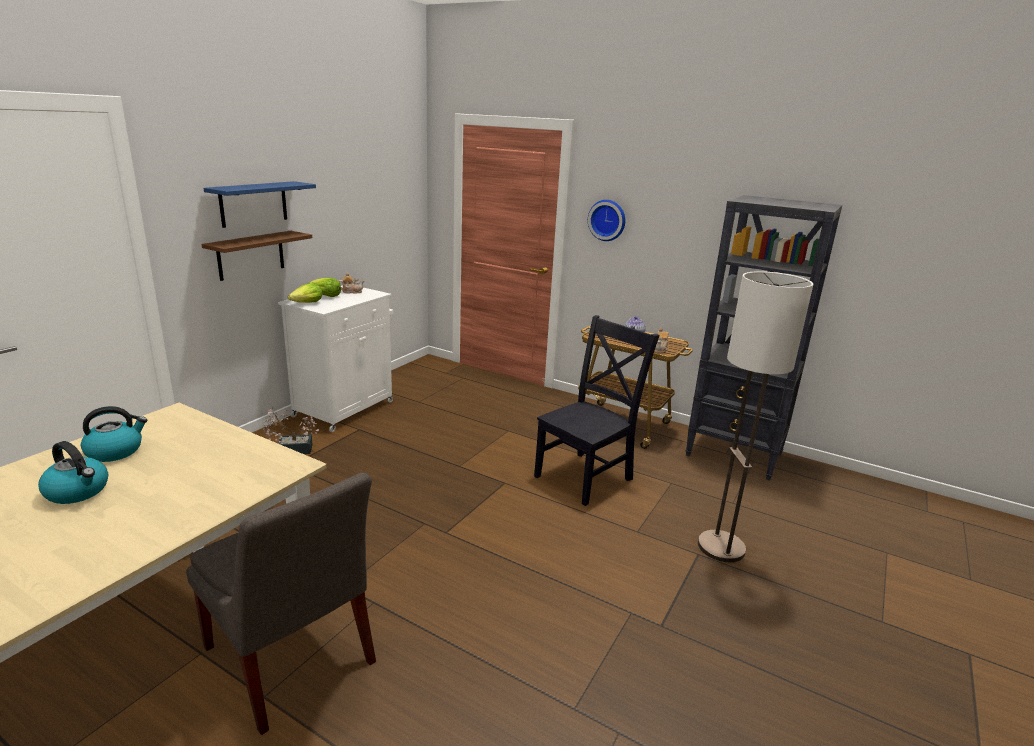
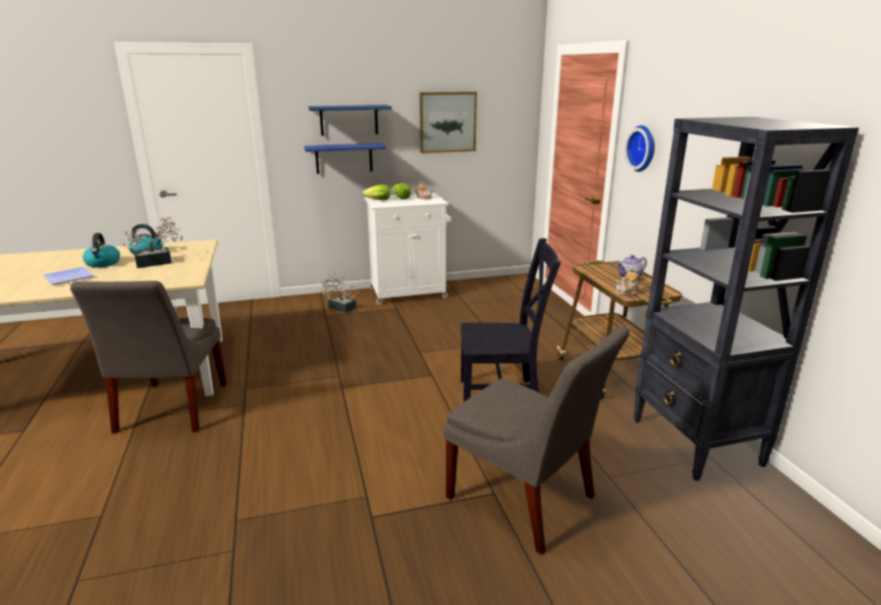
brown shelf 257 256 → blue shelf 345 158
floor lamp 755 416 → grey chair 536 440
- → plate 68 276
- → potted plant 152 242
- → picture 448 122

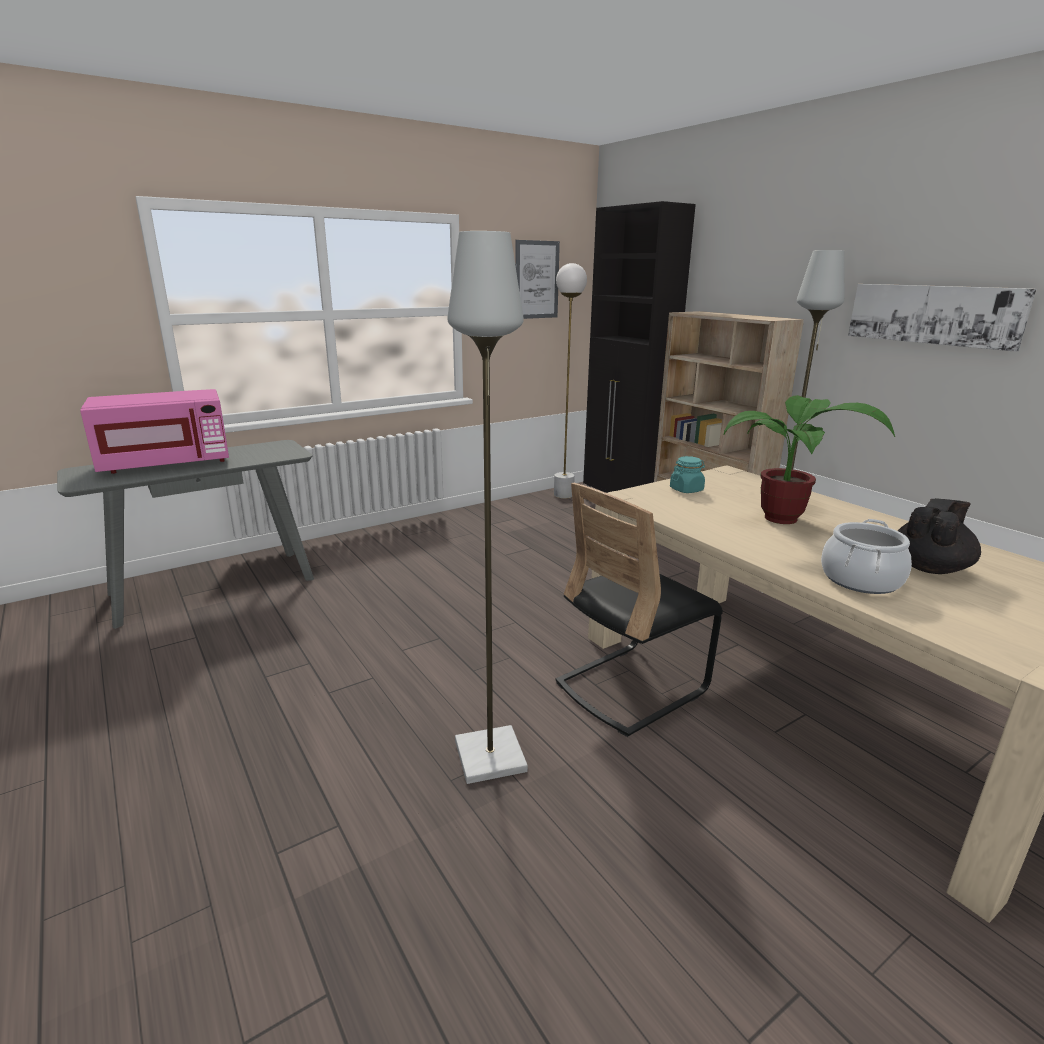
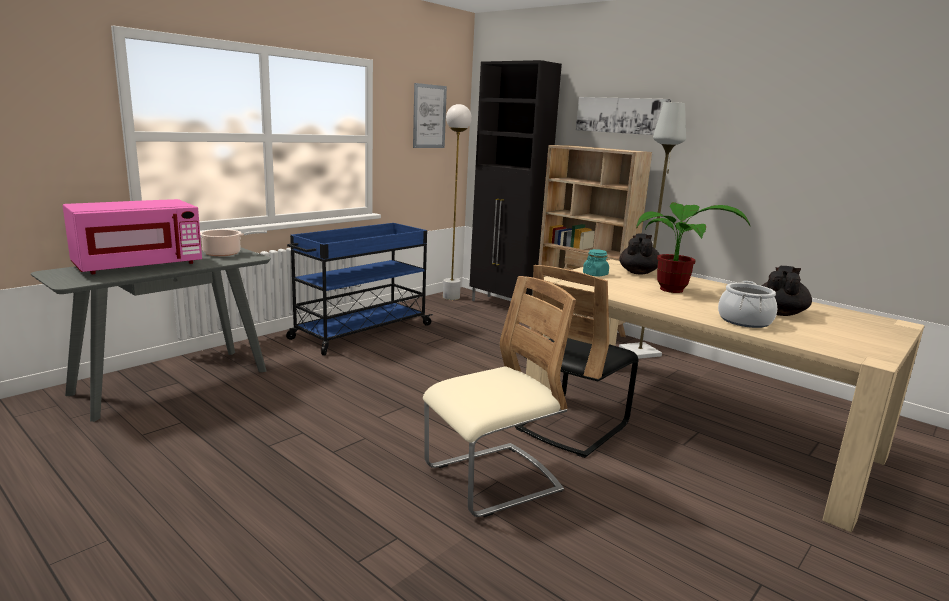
grey floor lamp 488 507 → beige chair 499 396
picture 942 318 → picture 624 116, relocated
- → cooking pot 233 242
- → blue cart 359 289
- → black teapot 639 254

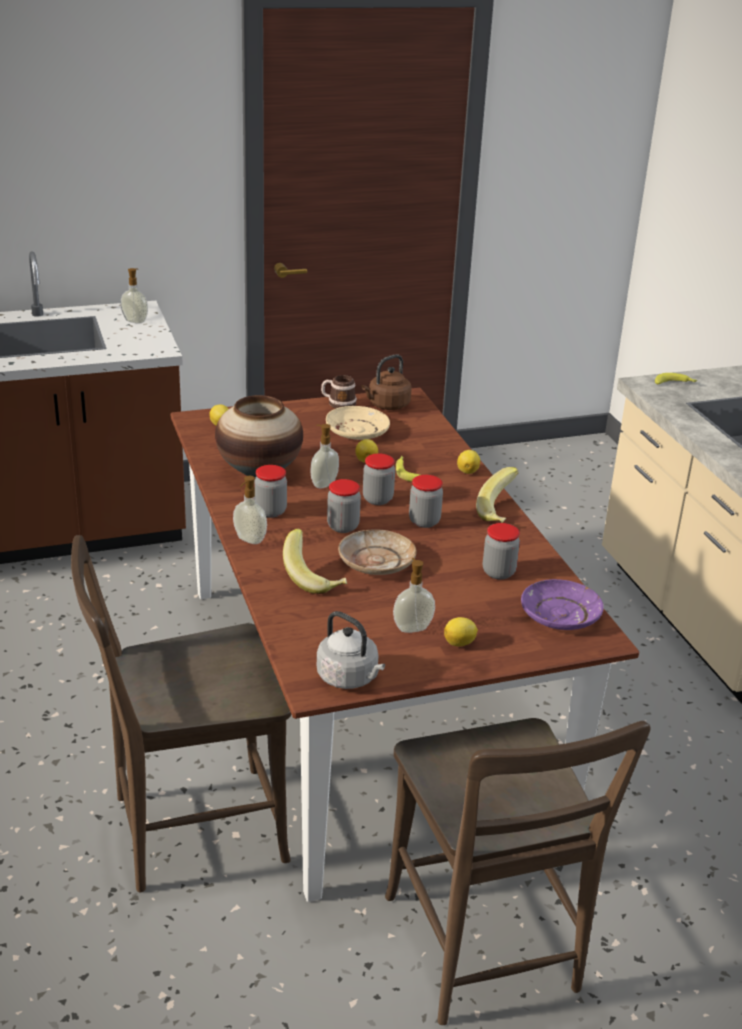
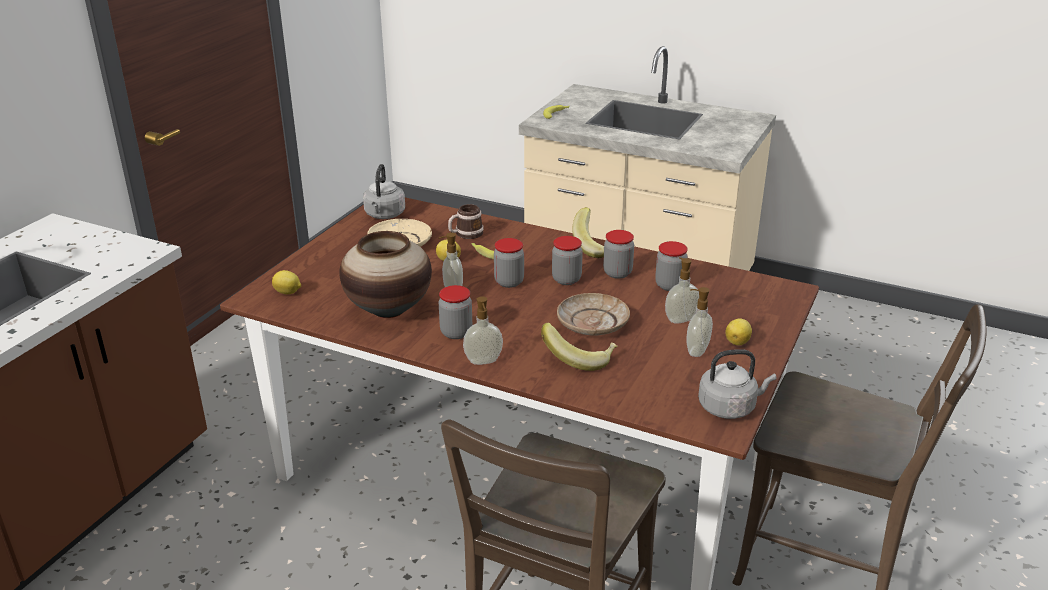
soap dispenser 134 295 → soap dispenser 682 290, relocated
mug 339 391 → mug 466 221, relocated
jar 344 506 → jar 618 254, relocated
brown kettle 386 382 → grey kettle 384 191
lemon 468 462 → -
purple plate 562 604 → -

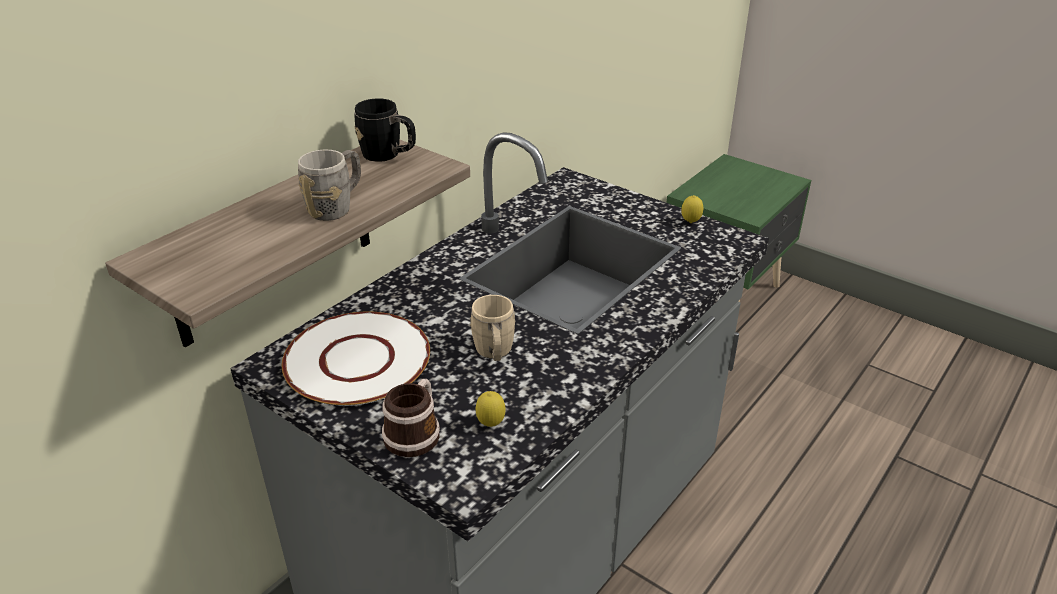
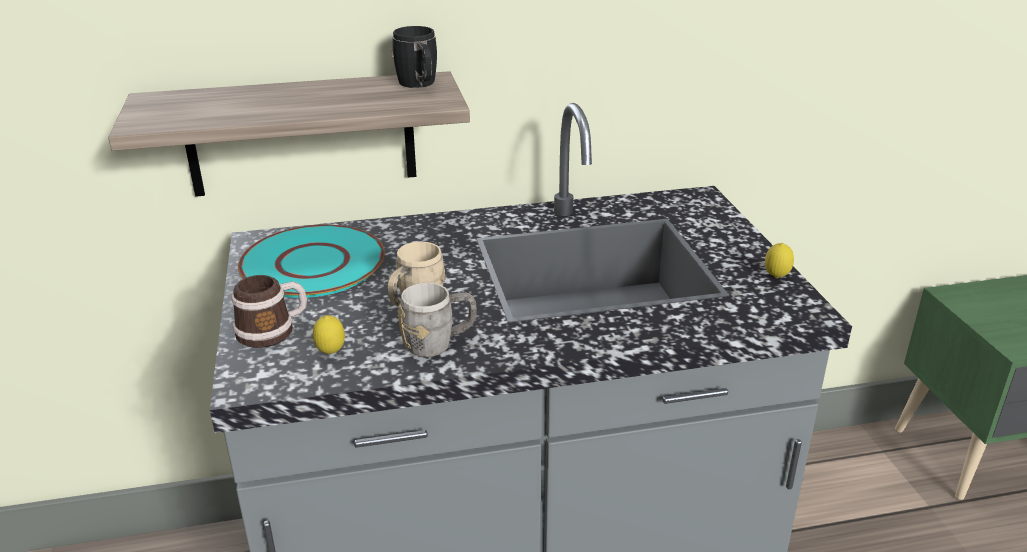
white plate 356 359 → turquoise plate 311 261
grey mug 329 185 → grey mug 437 320, relocated

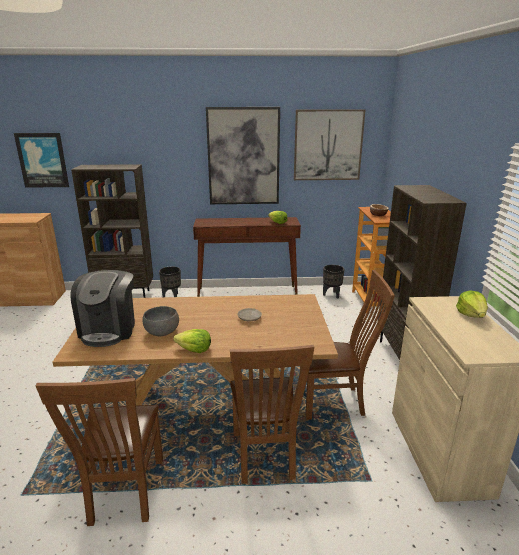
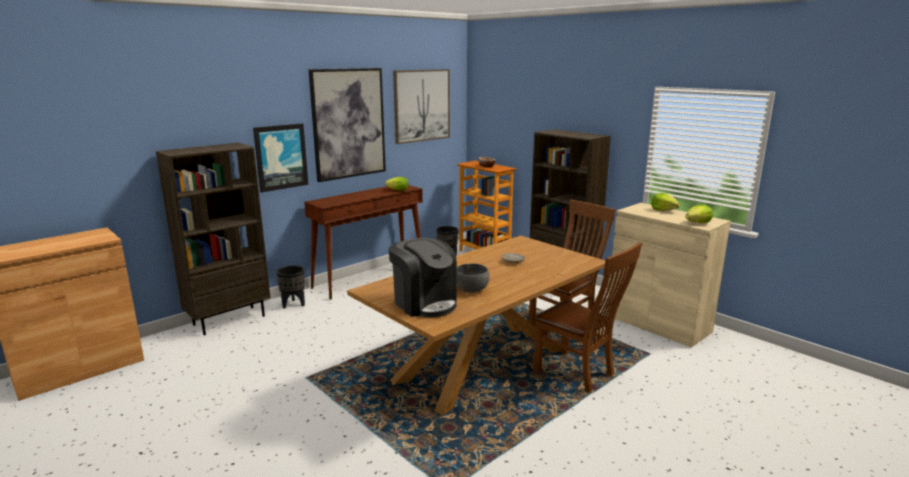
picture 41 160 → picture 280 157, relocated
brown chair 99 452 → -
lettuce 192 341 → lettuce 699 214, relocated

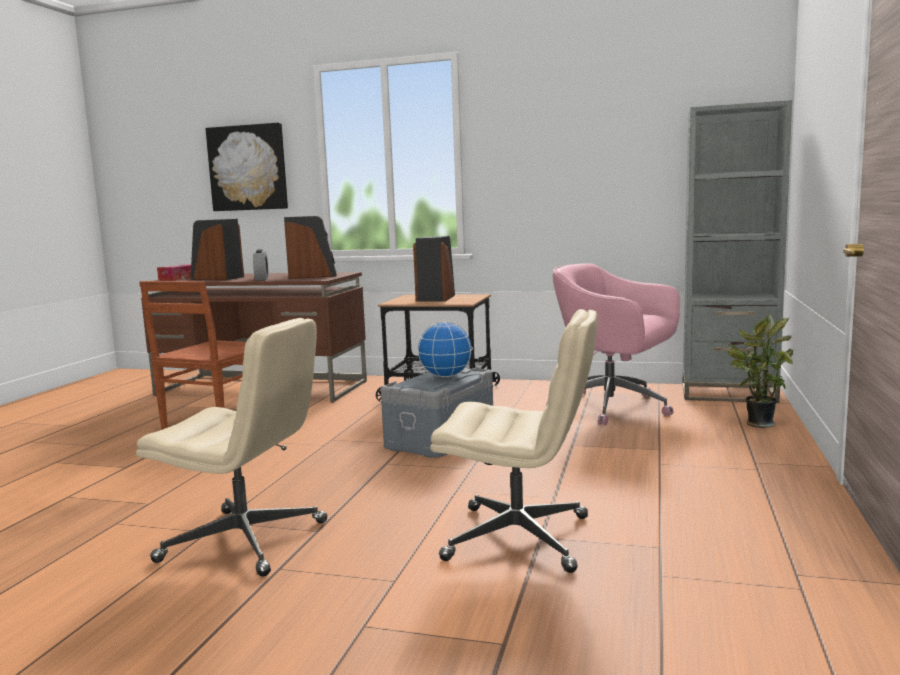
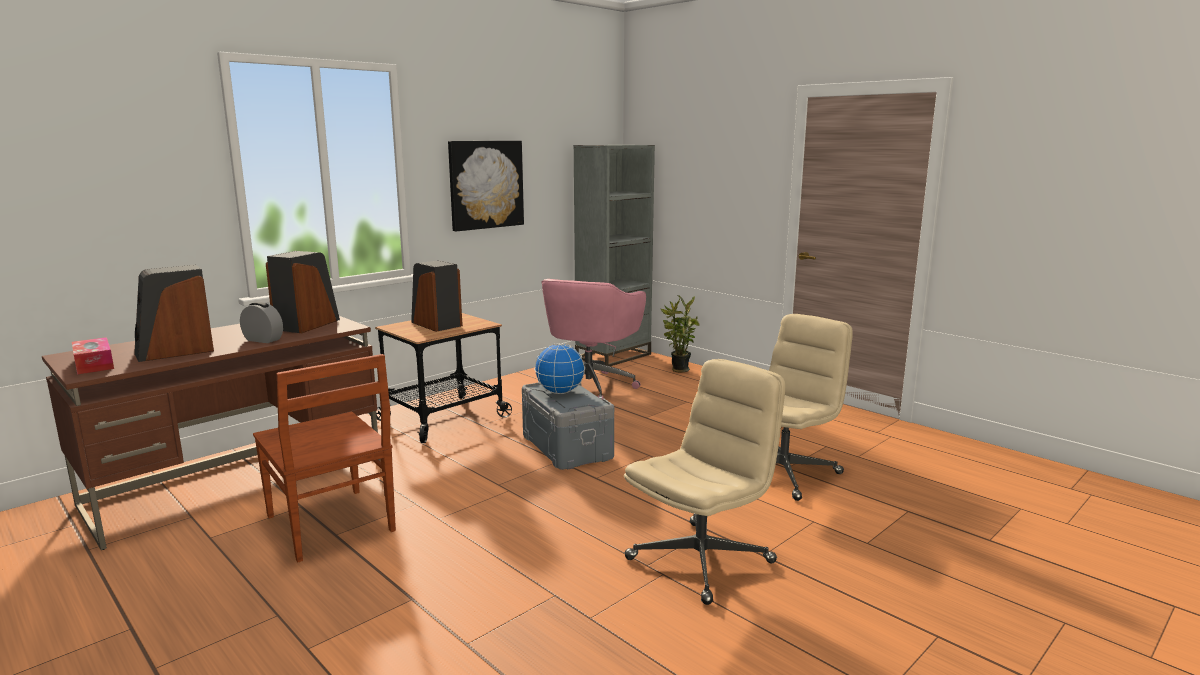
picture 247 167 → picture 486 186, relocated
pink office chair 613 344 → pink office chair 593 339, 45 degrees counterclockwise

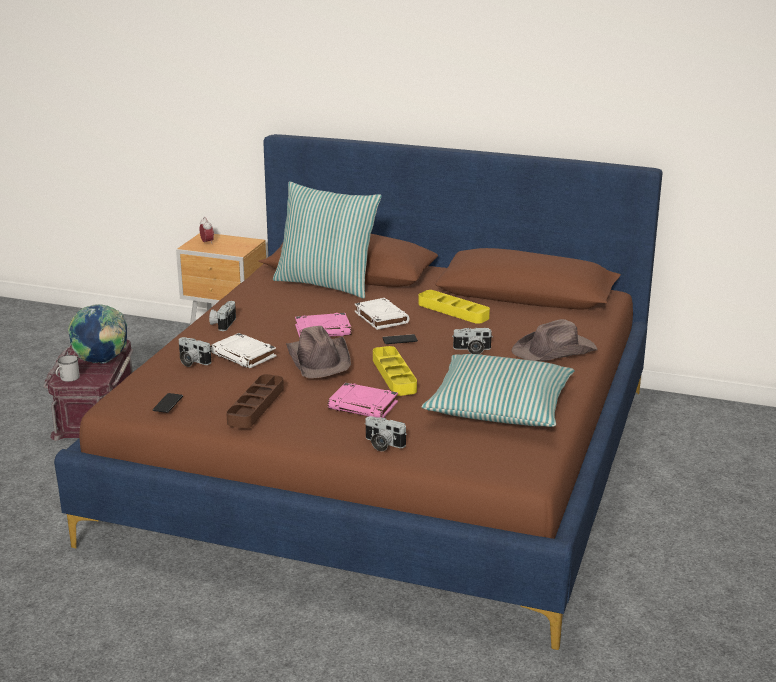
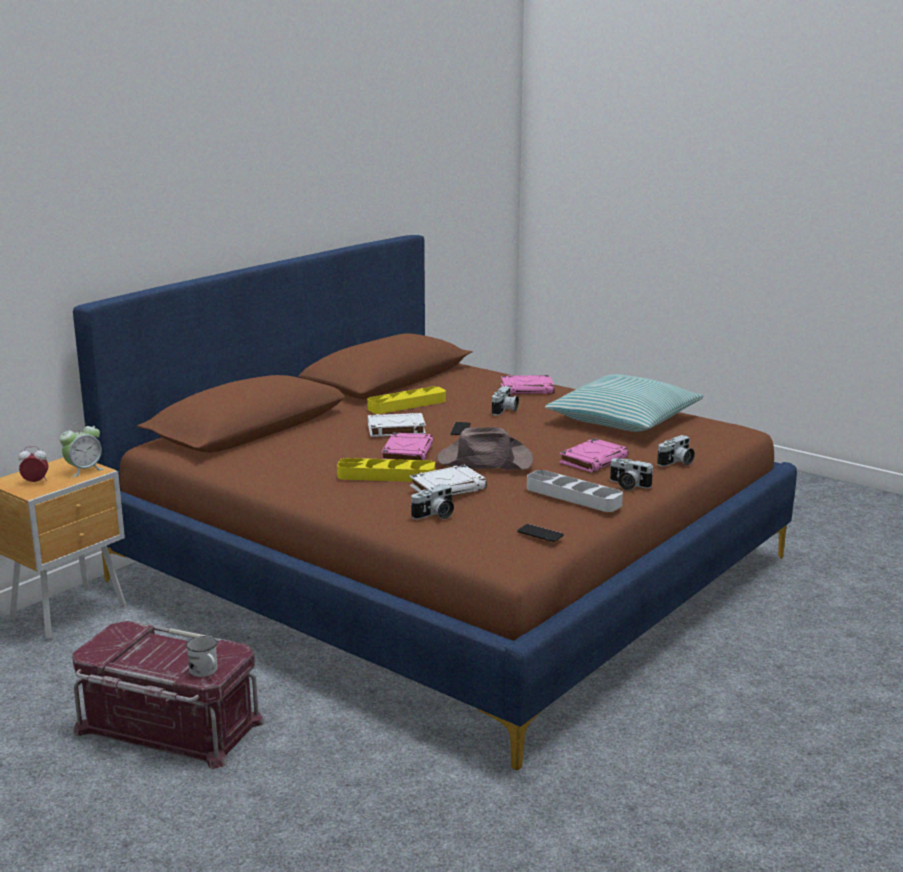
globe 97 334 → -
photo camera 222 316 → photo camera 632 474, relocated
brown tray 255 401 → grey tray 575 491
pillow 327 240 → -
yellow tray 395 371 → yellow tray 386 470, relocated
brown hat 554 340 → pink book 528 385
- → alarm clock 81 449

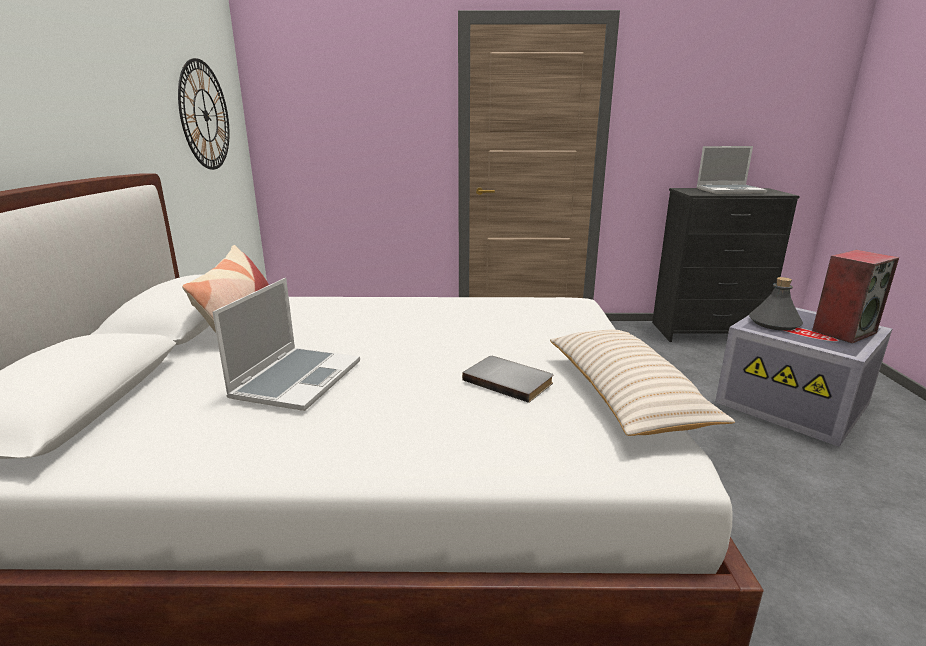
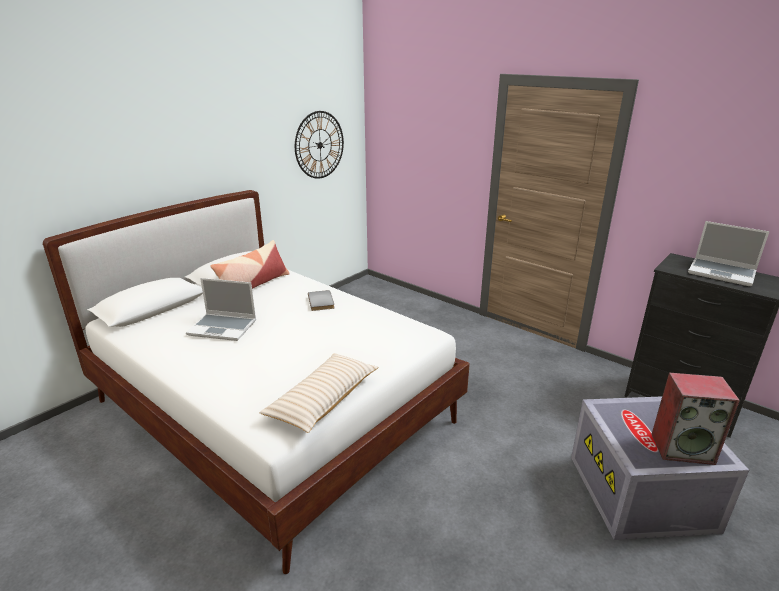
laptop 286 344 → laptop 221 309, 45 degrees clockwise
grey book 507 379 → grey book 321 300, relocated
grey bottle 776 304 → -

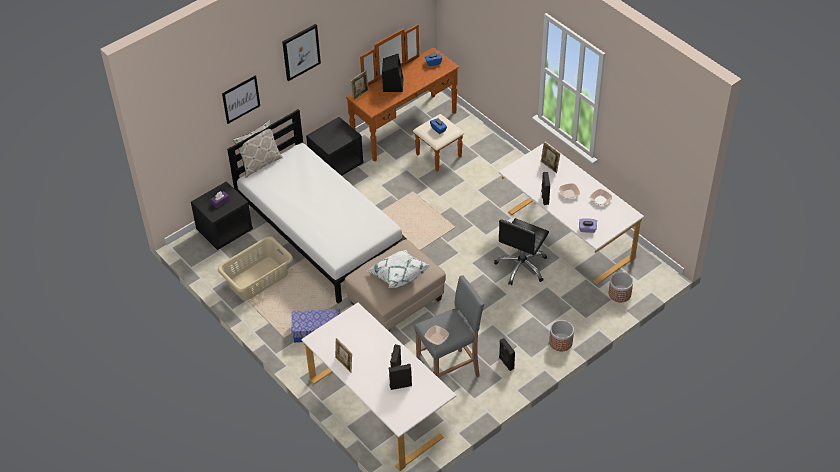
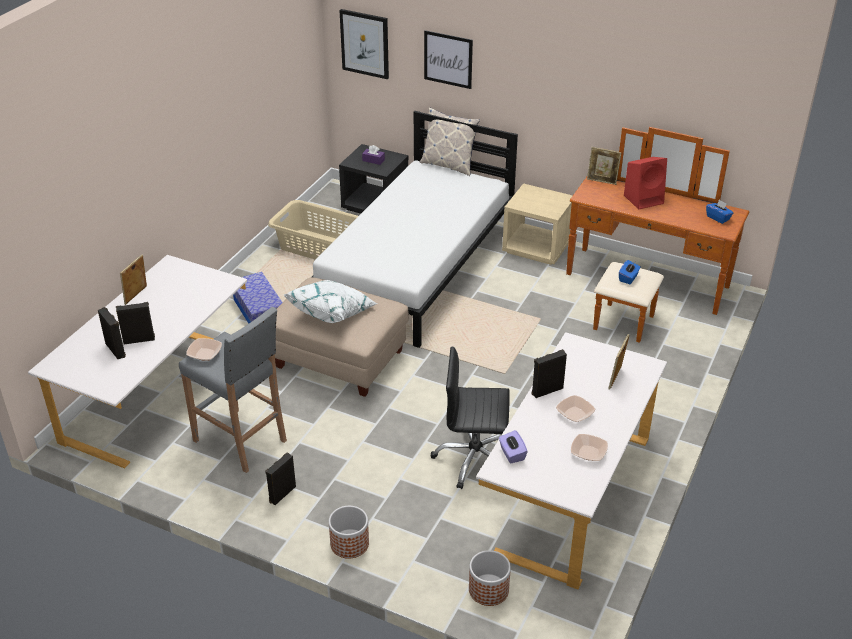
picture 301 52 → picture 364 44, relocated
black nightstand 335 146 → beige nightstand 537 224
black speaker 393 73 → red speaker 645 183

